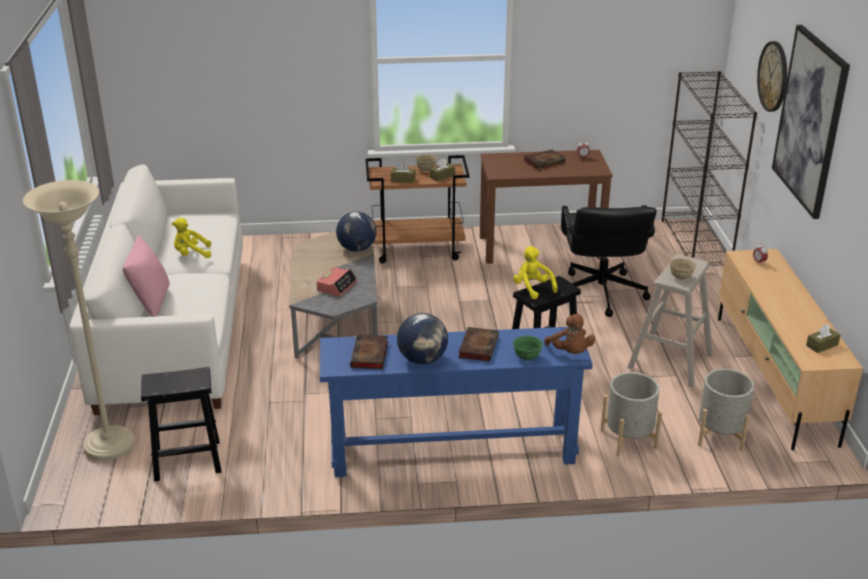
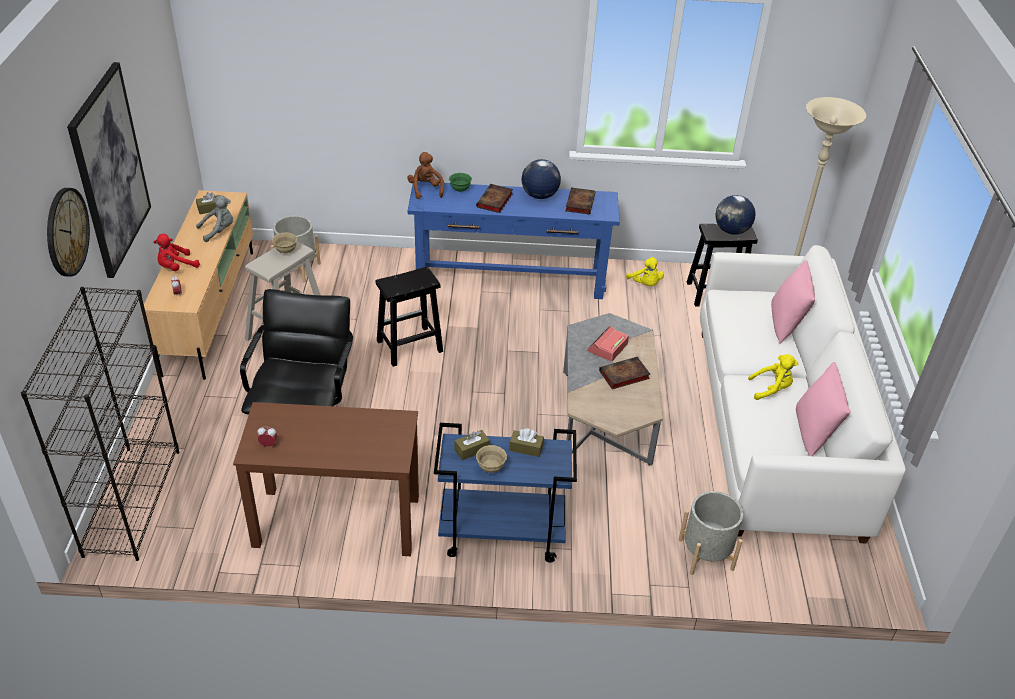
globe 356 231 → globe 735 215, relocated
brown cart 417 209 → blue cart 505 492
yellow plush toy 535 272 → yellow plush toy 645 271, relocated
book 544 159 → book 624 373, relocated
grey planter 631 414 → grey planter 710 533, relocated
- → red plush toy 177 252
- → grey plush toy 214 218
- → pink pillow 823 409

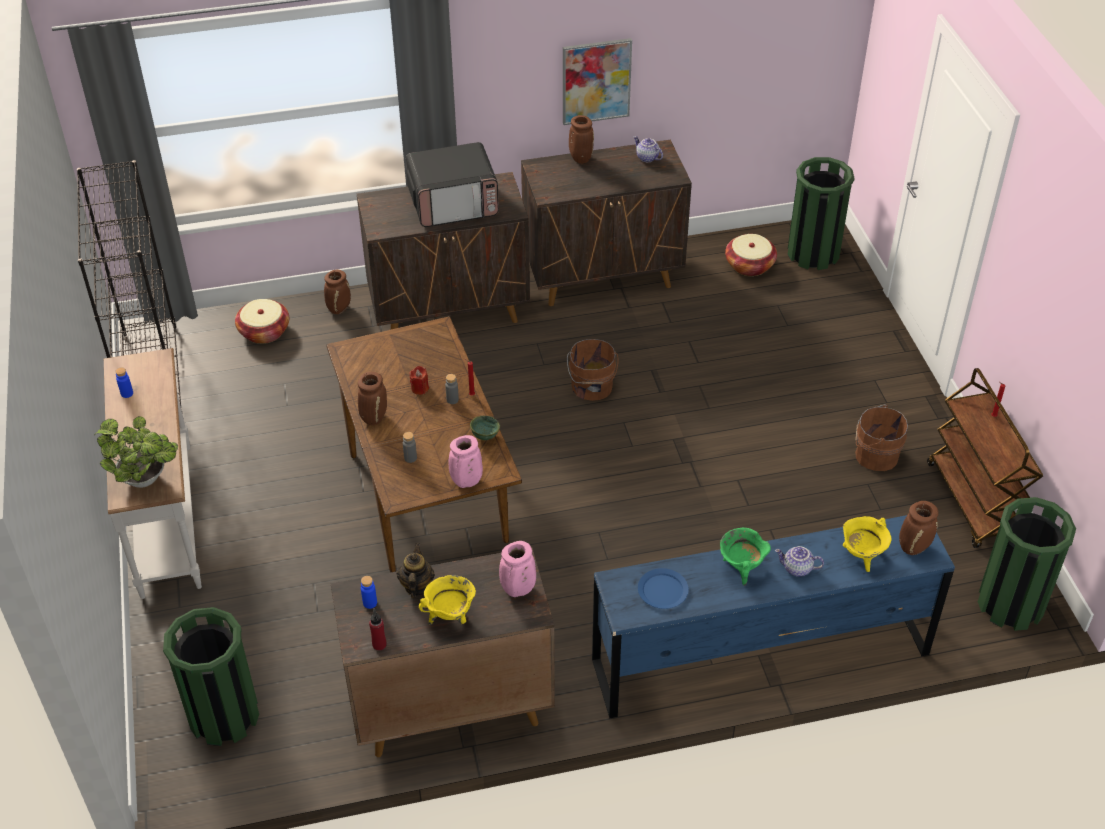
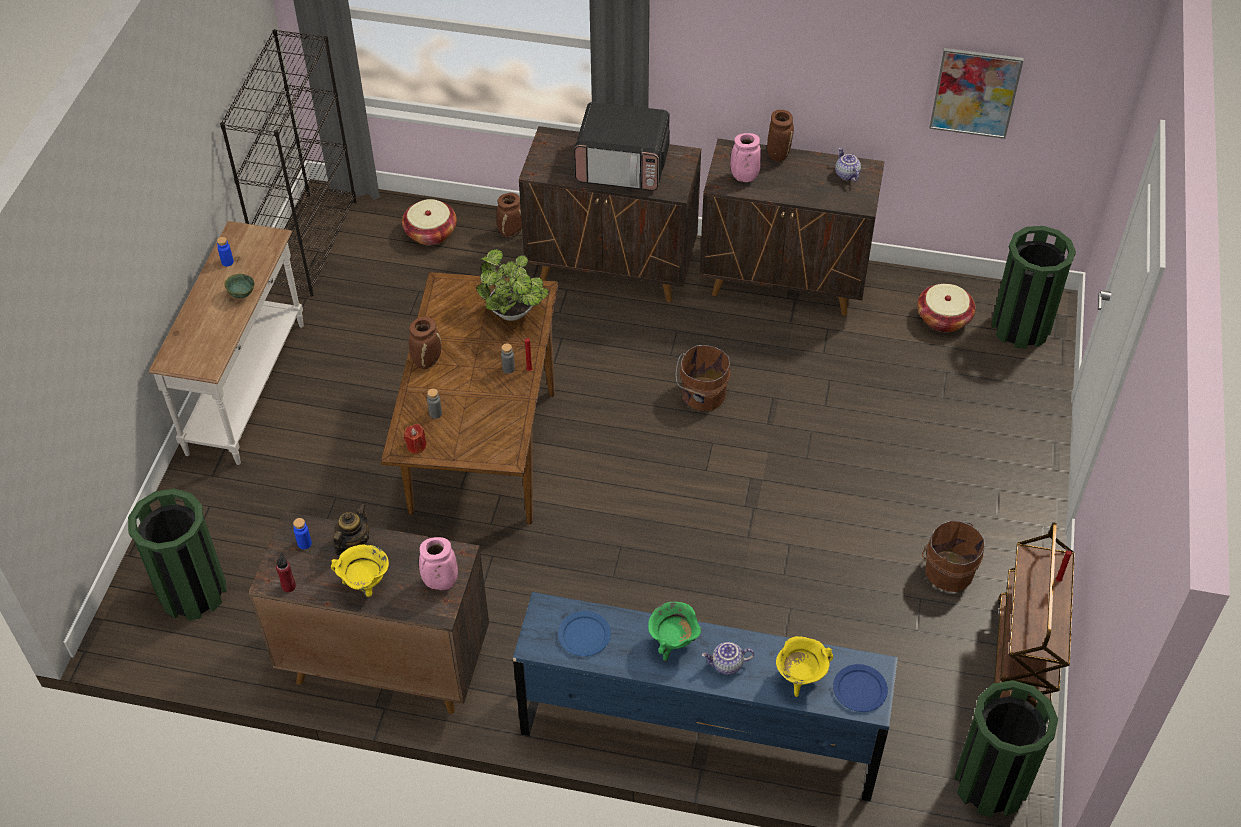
potted plant 136 452 → potted plant 512 285, relocated
red candle 419 380 → red candle 415 439, relocated
pink vase 466 461 → pink vase 745 157, relocated
green bowl 485 428 → green bowl 239 286, relocated
picture 597 81 → picture 976 93, relocated
teapot 799 561 → teapot 728 658, 45 degrees counterclockwise
brown vase 919 528 → blue plate 860 688

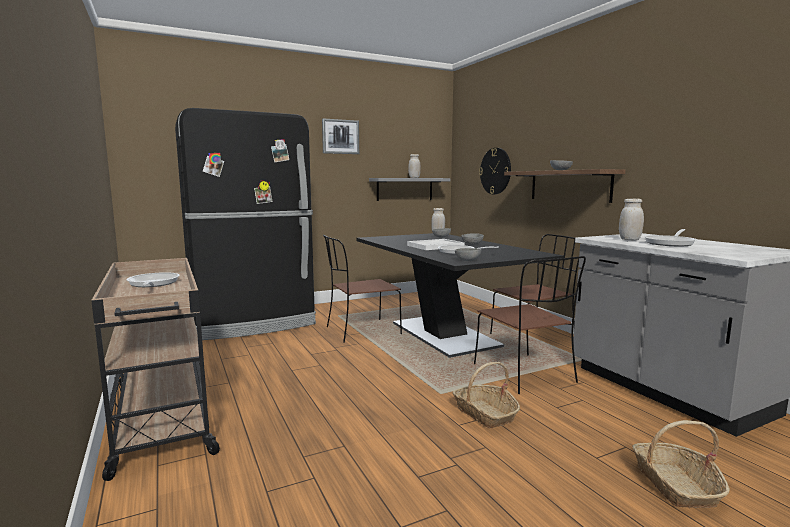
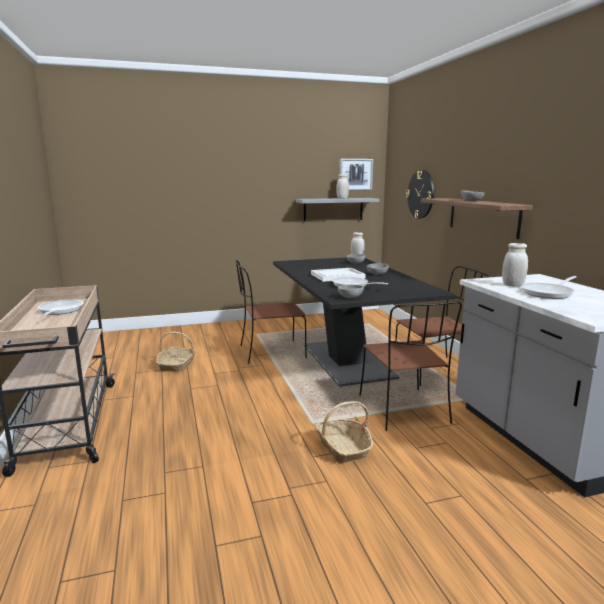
black fridge 245 224 → -
picture 340 136 → picture 356 175, relocated
basket 681 464 → basket 176 351, relocated

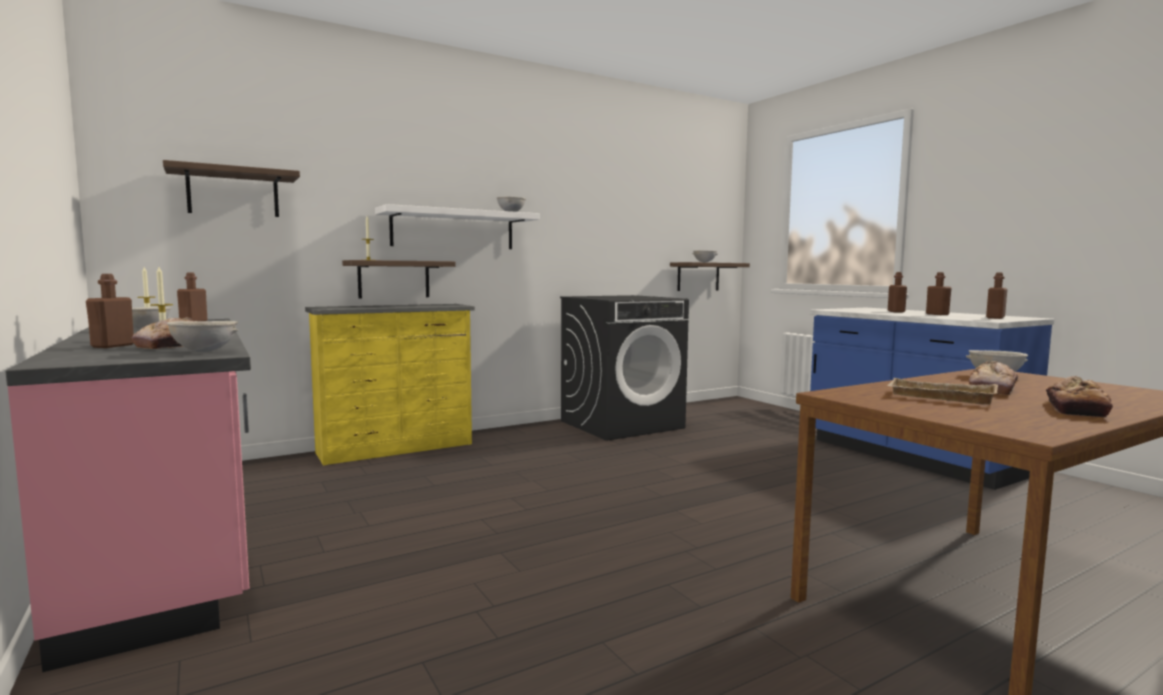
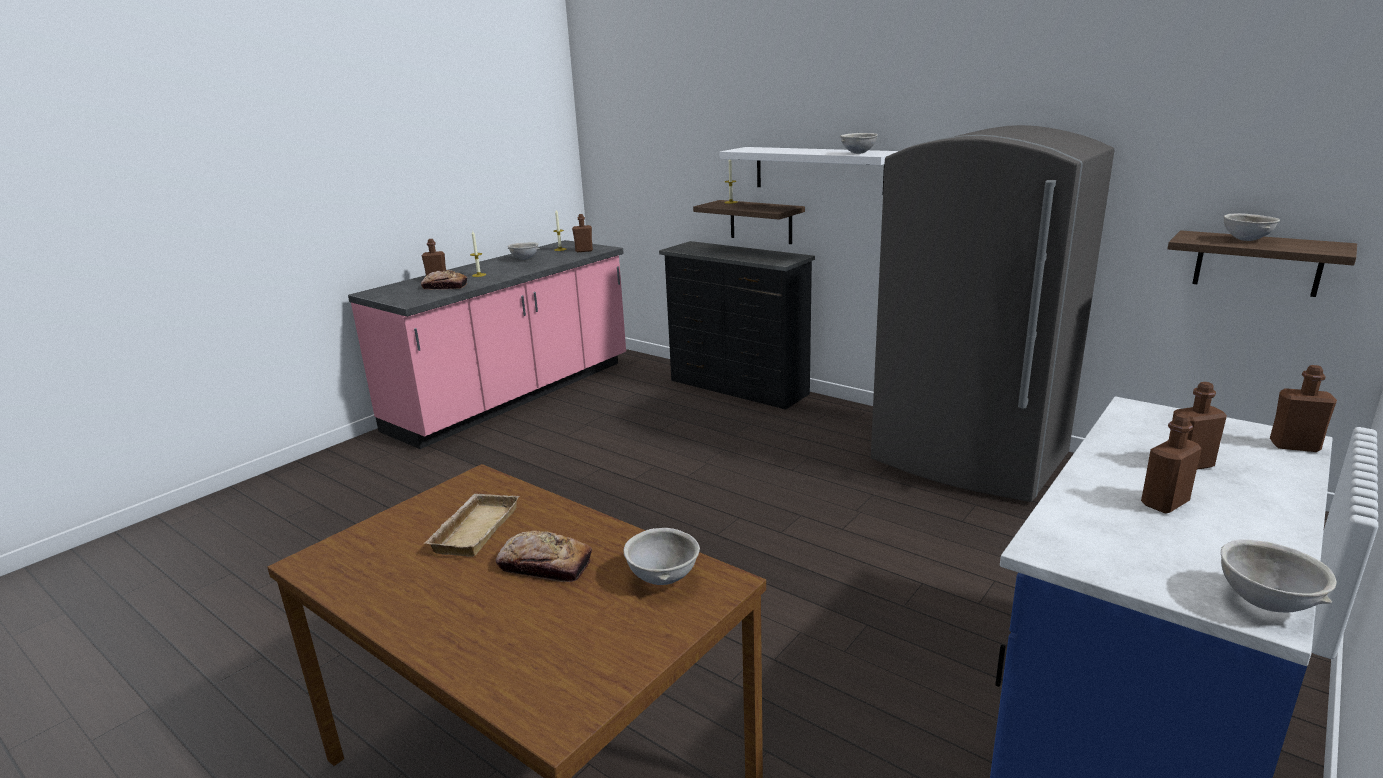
shelf 231 188 → -
grey bowl 202 336 → grey bowl 1279 575, relocated
yellow dresser 390 384 → black dresser 737 325
black washing machine 624 368 → grey fridge 993 313
brown bottle 996 296 → brown bottle 1303 408, relocated
bread 1079 397 → -

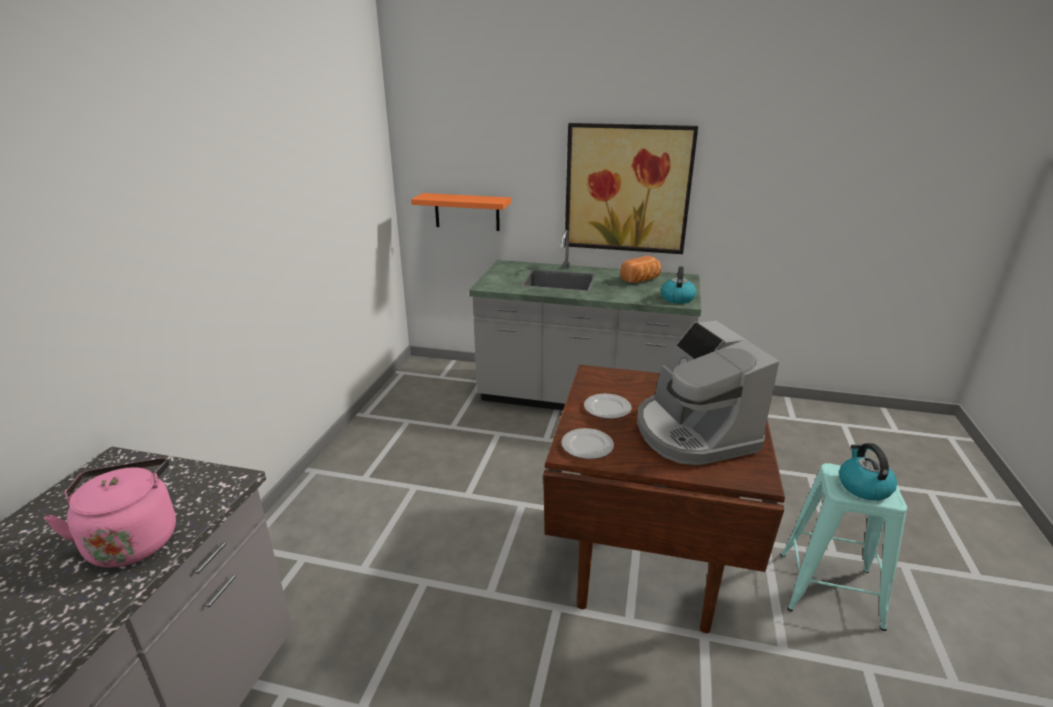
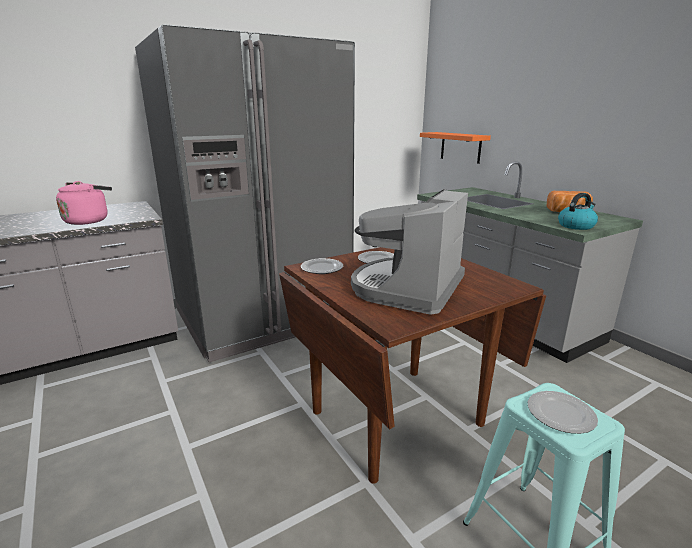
picture 631 188 → -
kettle 868 472 → plate 563 412
- → grey fridge 245 193

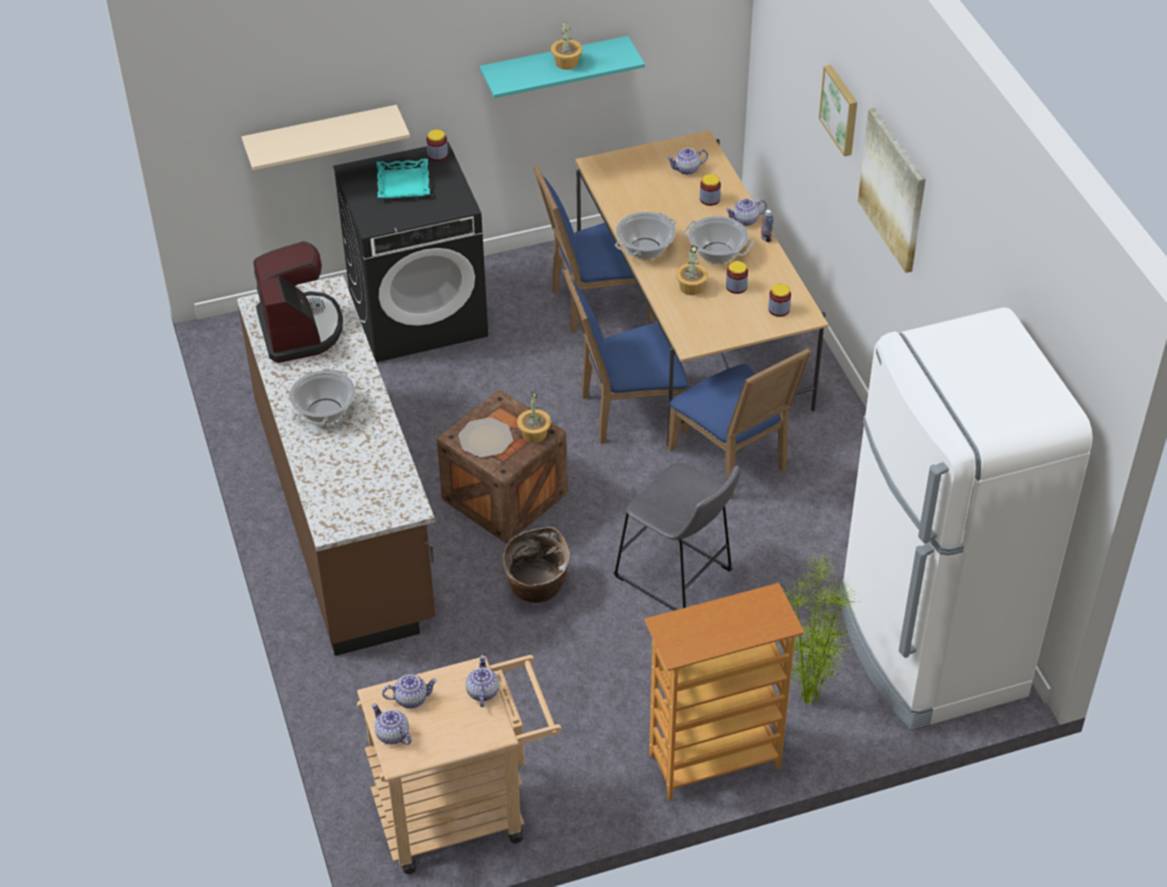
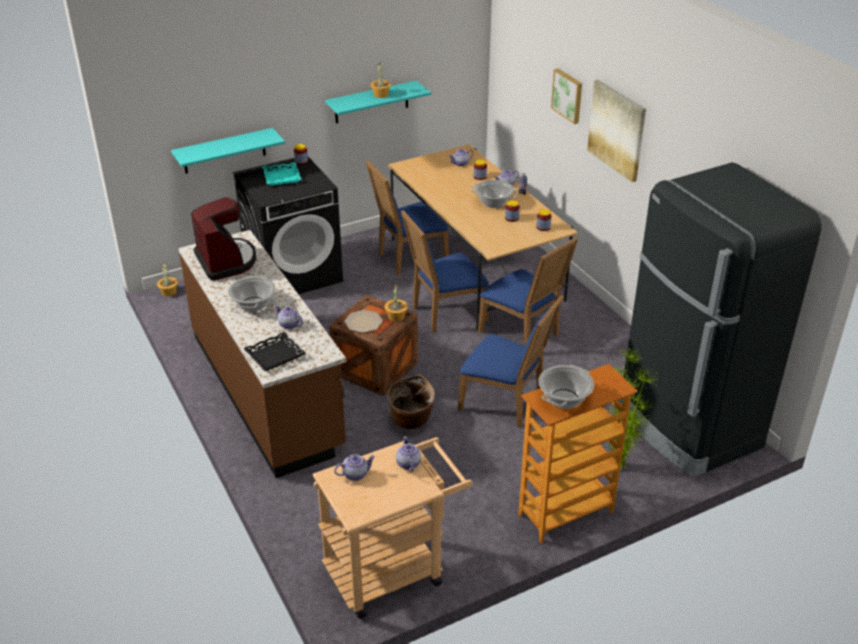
beige shelf 326 137 → turquoise shelf 228 151
teapot 391 724 → teapot 288 317, relocated
grey stool 676 537 → blue chair 510 361
cooking pot 646 236 → cooking pot 566 387, relocated
potted plant 692 270 → potted plant 167 279, relocated
white fridge 966 518 → black fridge 721 319
- → black tray 274 351

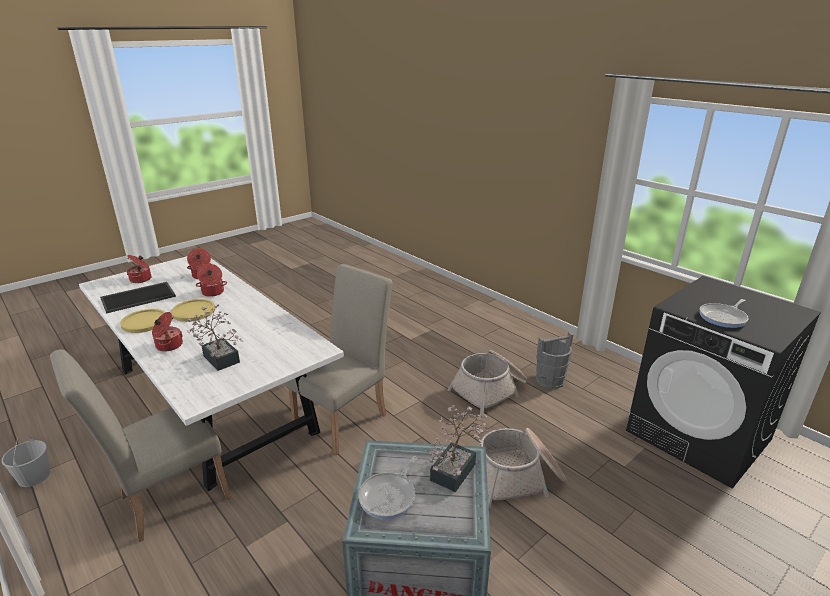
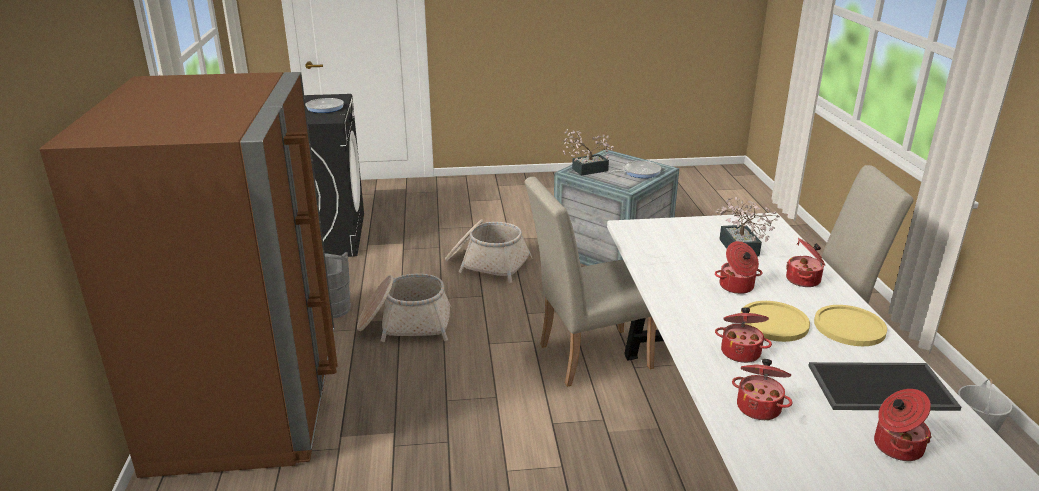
- → brown fridge 188 275
- → cooking pot 738 267

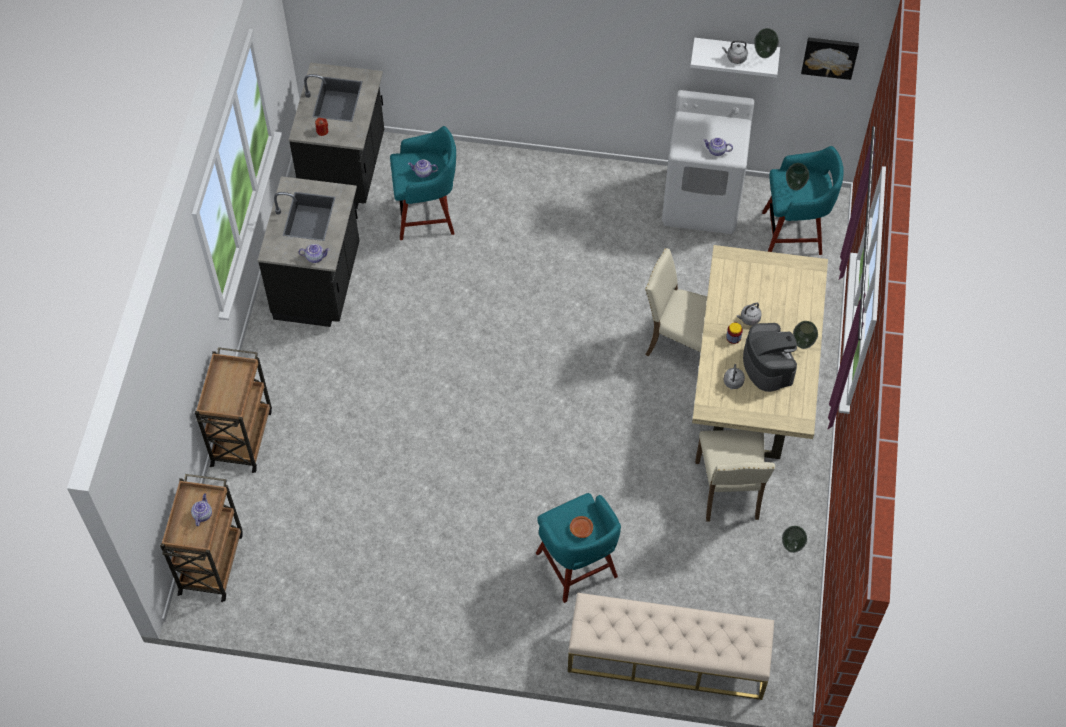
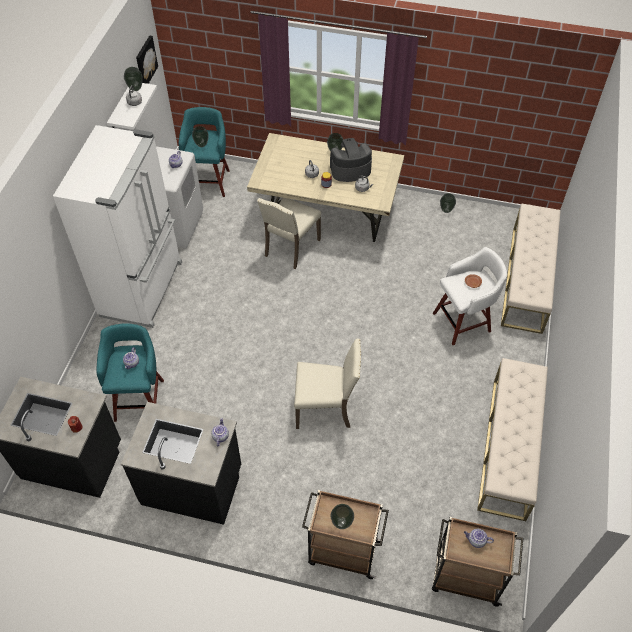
turquoise stool 578 548 → white stool 470 296
beige chair 735 476 → beige chair 327 383, relocated
- → white fridge 117 226
- → vase 342 516
- → beige bench 512 439

